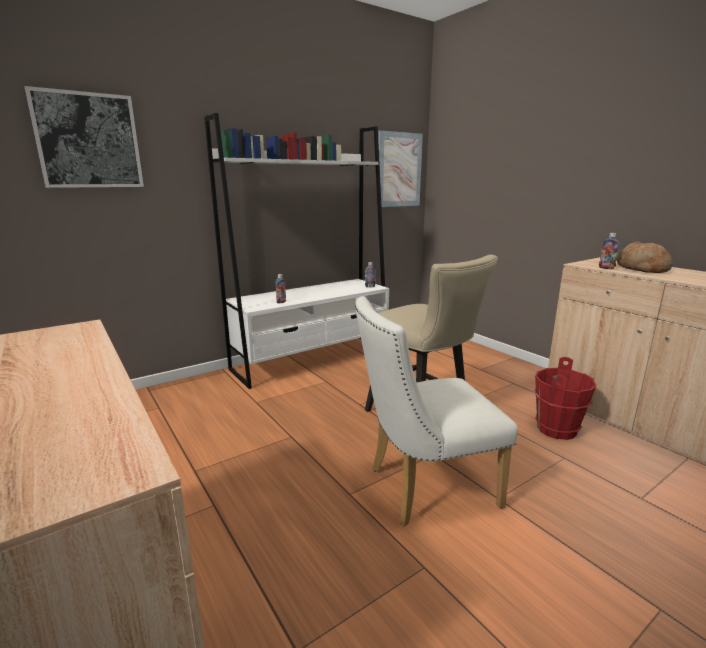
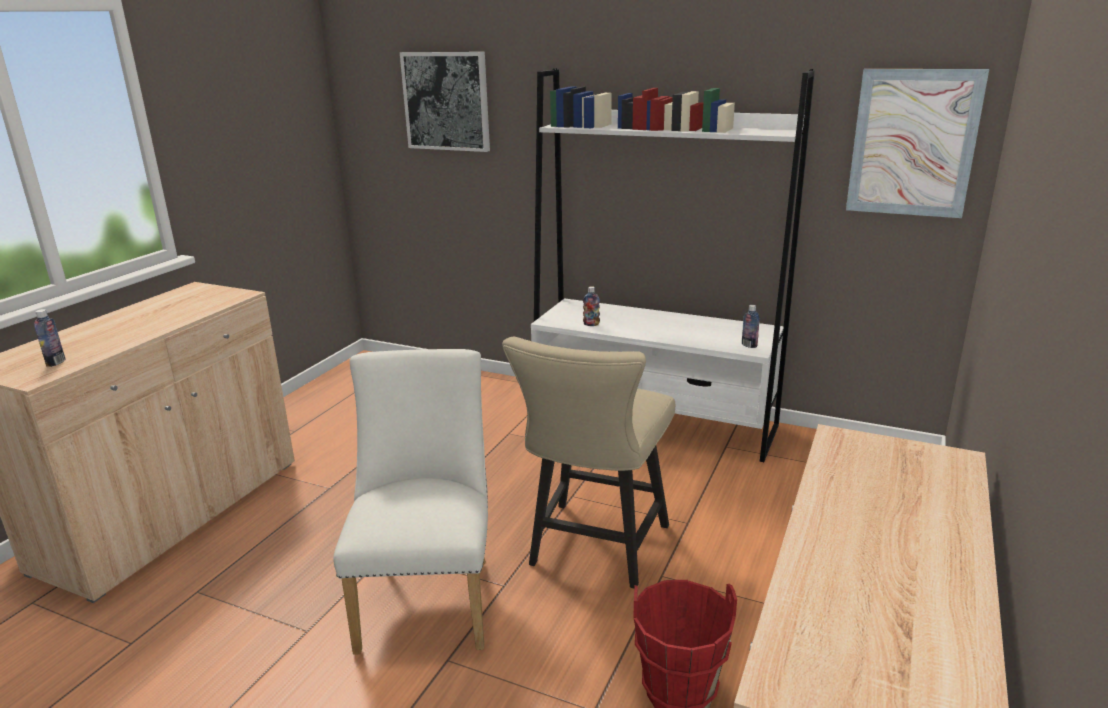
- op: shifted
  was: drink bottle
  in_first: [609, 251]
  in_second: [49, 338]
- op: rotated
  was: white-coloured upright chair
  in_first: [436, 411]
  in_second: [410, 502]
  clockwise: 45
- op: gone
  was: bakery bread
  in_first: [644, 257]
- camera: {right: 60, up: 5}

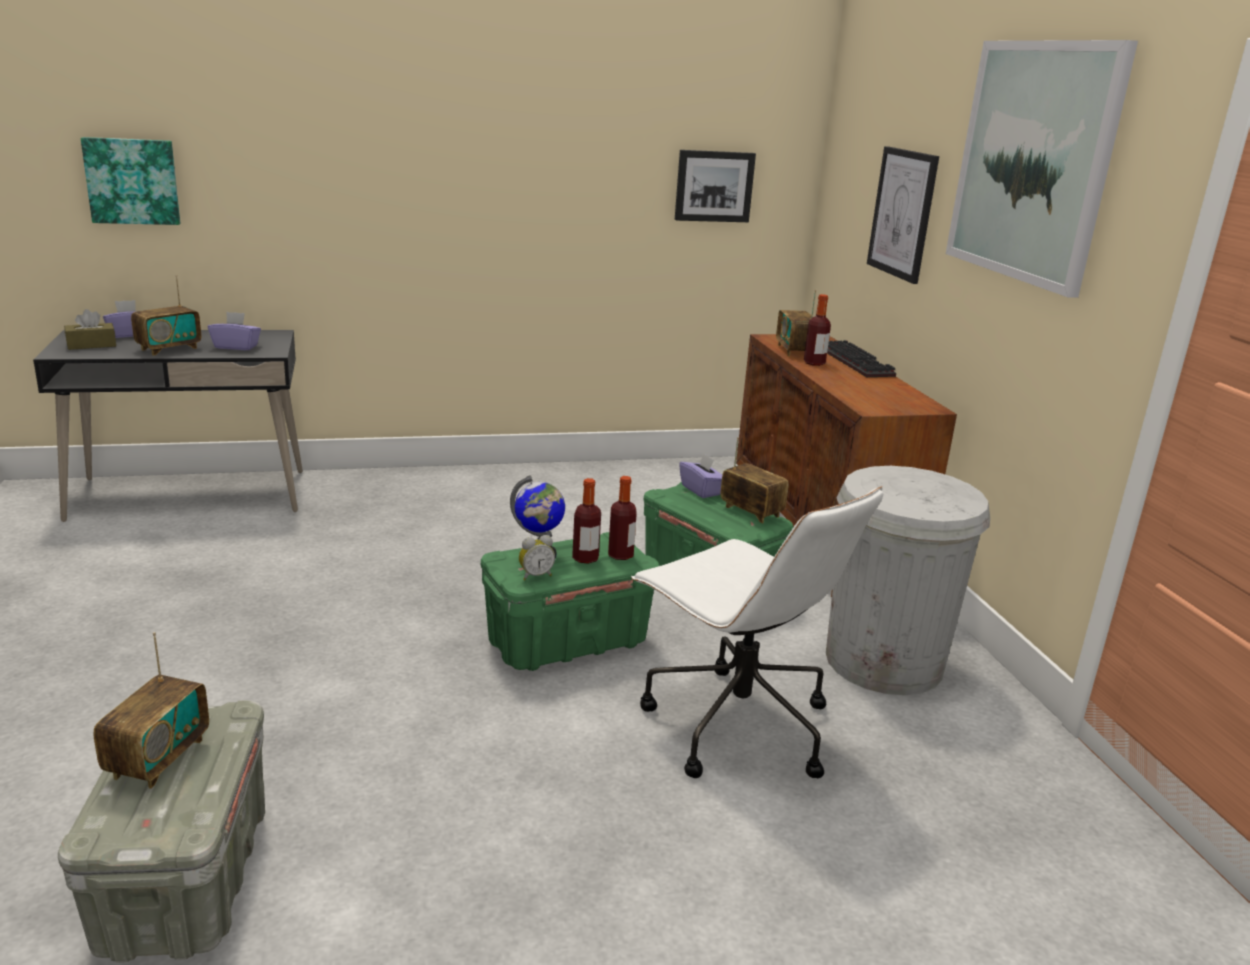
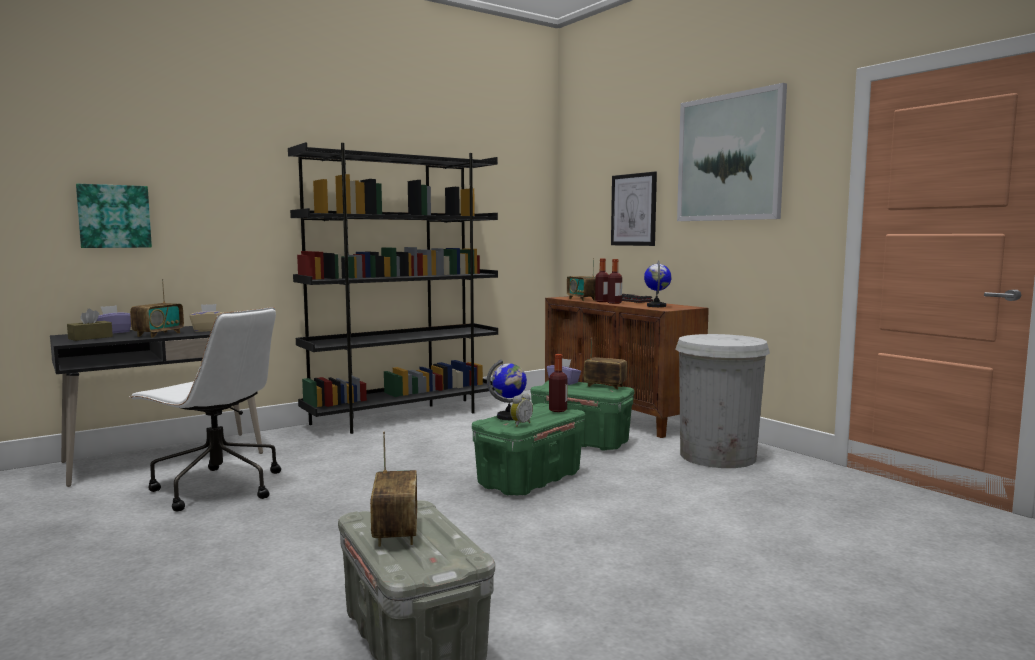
- op: shifted
  was: white-coloured desk chair
  in_first: [757, 632]
  in_second: [205, 409]
- op: repainted
  was: purple tissue box
  now: beige tissue box
  in_first: [234, 331]
  in_second: [206, 318]
- op: new
  now: black-coloured bookshelf
  in_second: [393, 288]
- op: shifted
  was: drink bottle
  in_first: [586, 521]
  in_second: [614, 281]
- op: new
  now: world globe
  in_second: [658, 284]
- op: gone
  was: picture
  in_first: [715, 186]
- camera: {right: -20, up: -15}

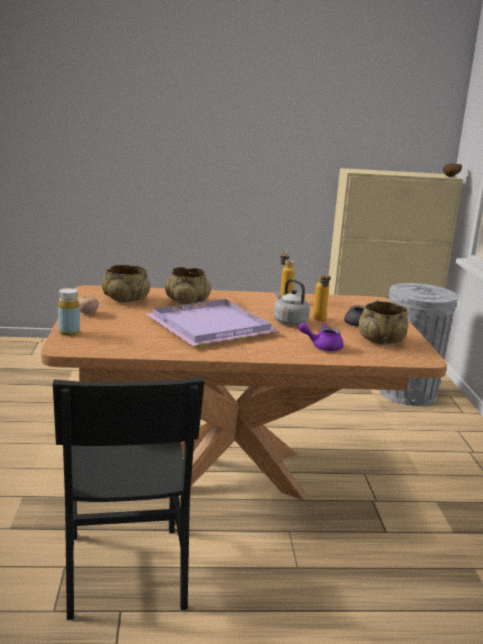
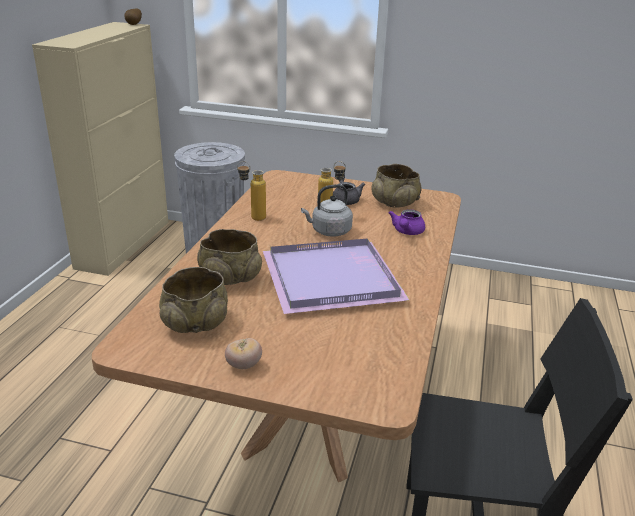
- op: gone
  was: yellow-coloured drink bottle
  in_first: [69, 312]
- camera: {right: -70, up: 10}

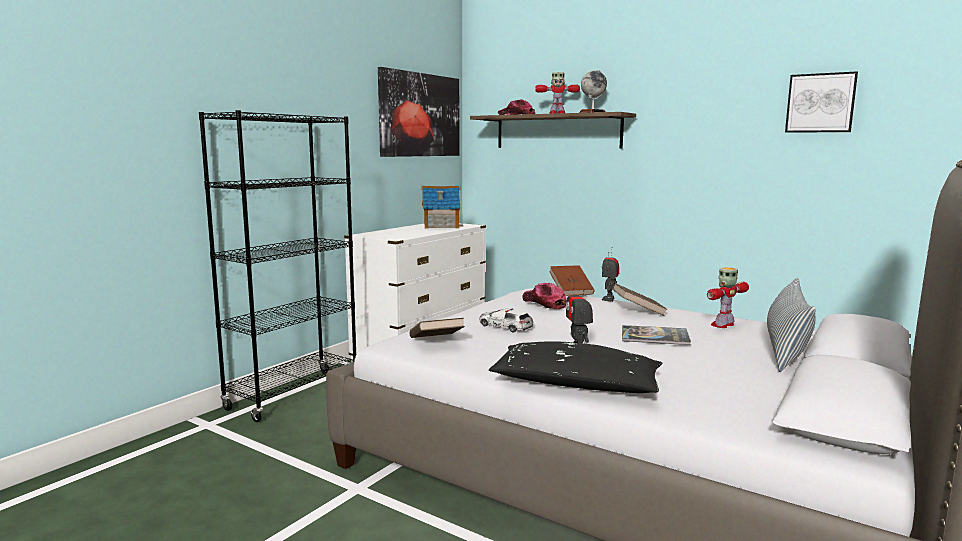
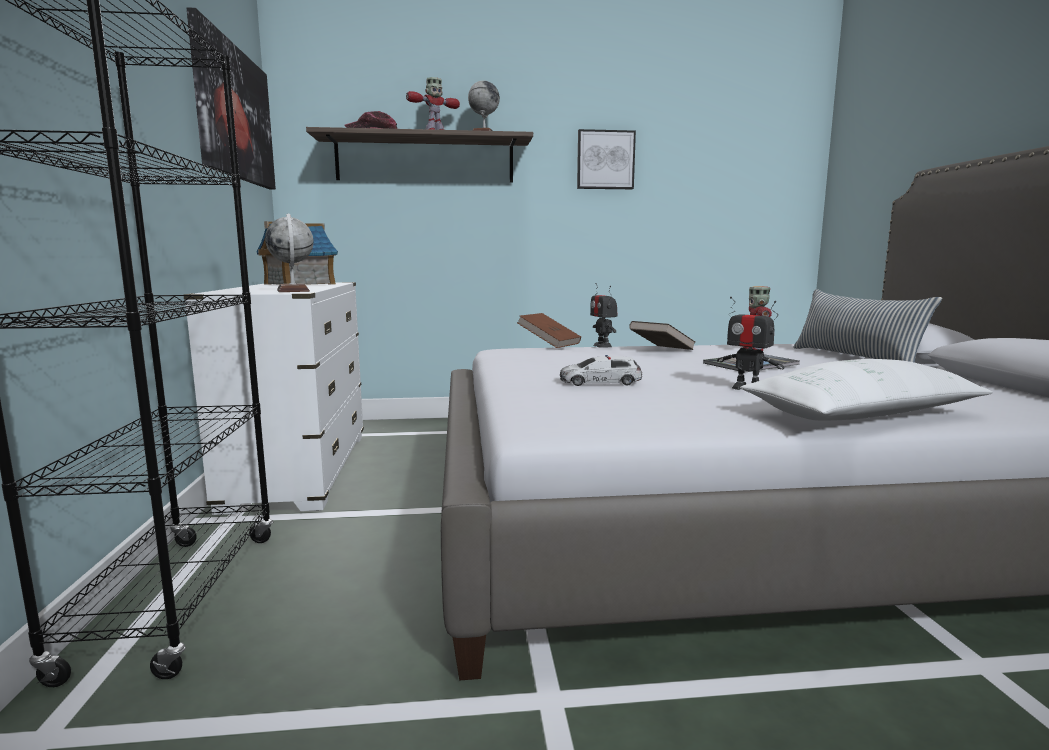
- op: new
  now: world globe
  in_second: [289, 253]
- op: shifted
  was: picture
  in_first: [821, 102]
  in_second: [606, 159]
- op: repainted
  was: black-coloured cushion
  now: white-coloured cushion
  in_first: [576, 367]
  in_second: [866, 390]
- op: gone
  was: brown book
  in_first: [437, 328]
- op: gone
  was: baseball cap
  in_first: [544, 296]
- camera: {right: -40, up: 0}

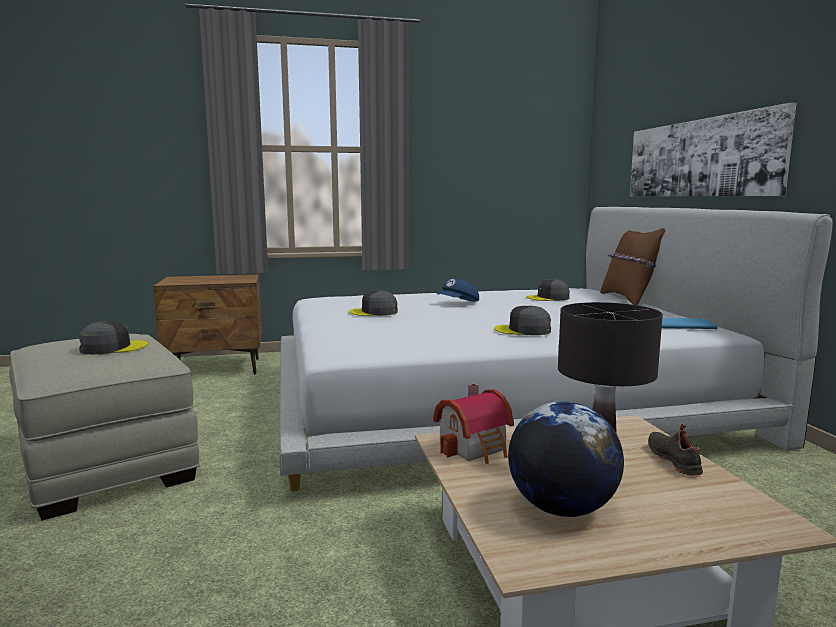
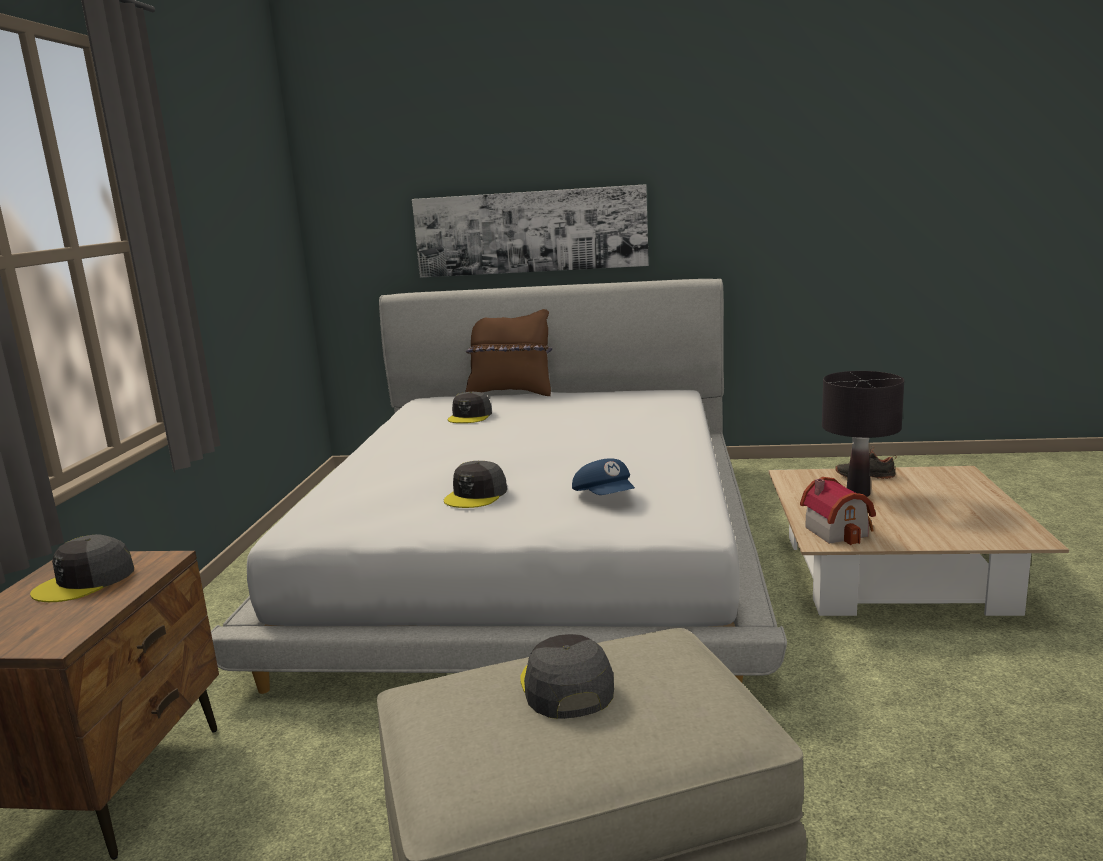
- op: shifted
  was: gray baseball cap
  in_first: [522, 320]
  in_second: [82, 568]
- op: shifted
  was: bluish baseball cap
  in_first: [458, 290]
  in_second: [603, 476]
- op: gone
  was: world globe
  in_first: [566, 459]
- op: gone
  was: bluish book
  in_first: [690, 323]
- camera: {right: -70, up: 5}

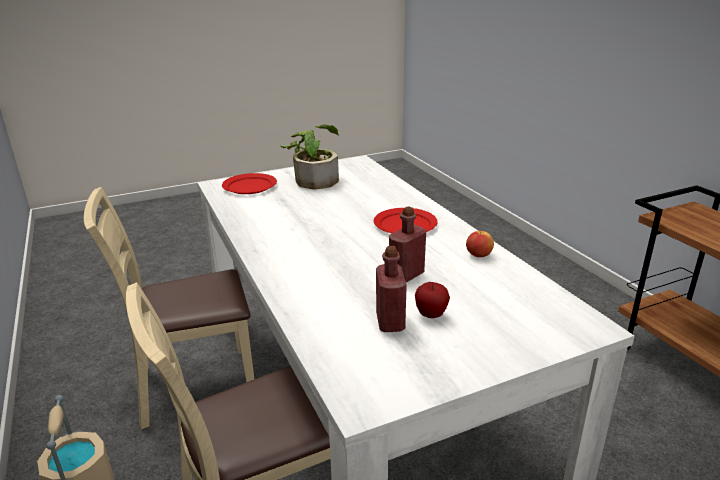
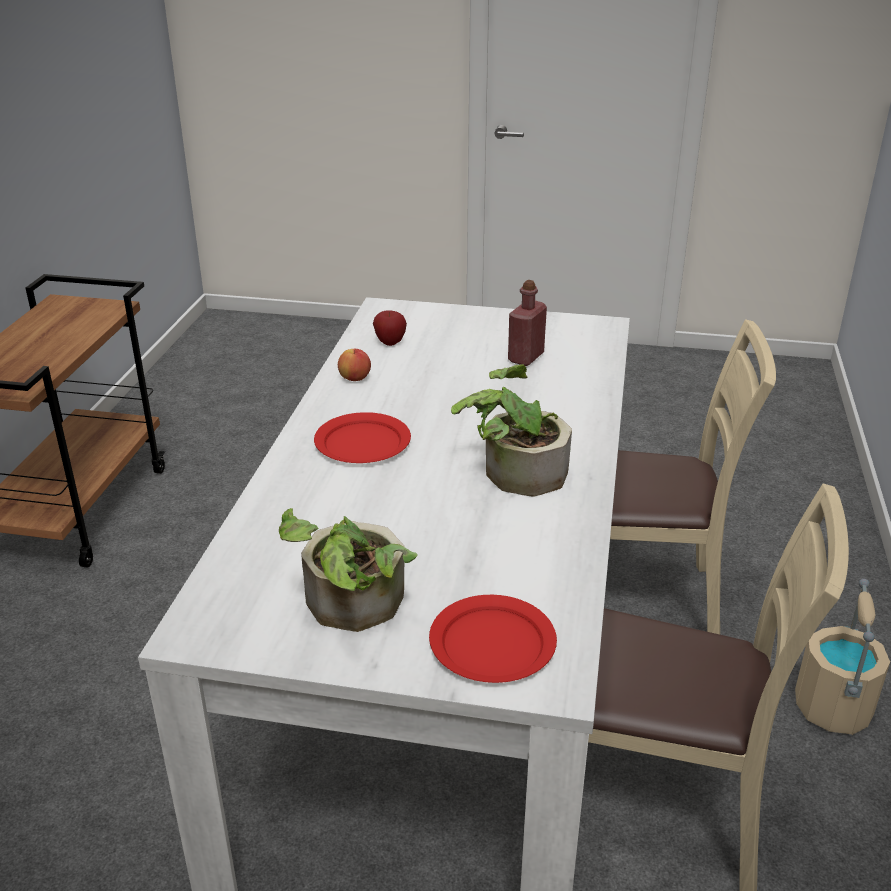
- op: shifted
  was: whole apple
  in_first: [432, 300]
  in_second: [390, 328]
- op: new
  now: plant in a pot
  in_second: [511, 430]
- op: gone
  was: red-coloured drink bottle
  in_first: [407, 245]
- camera: {right: -145, up: 5}

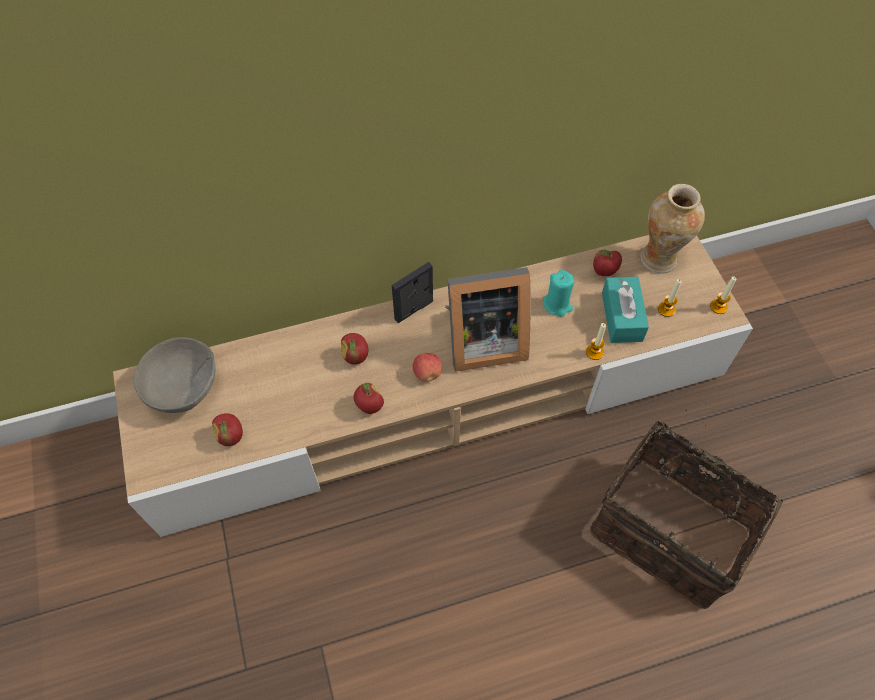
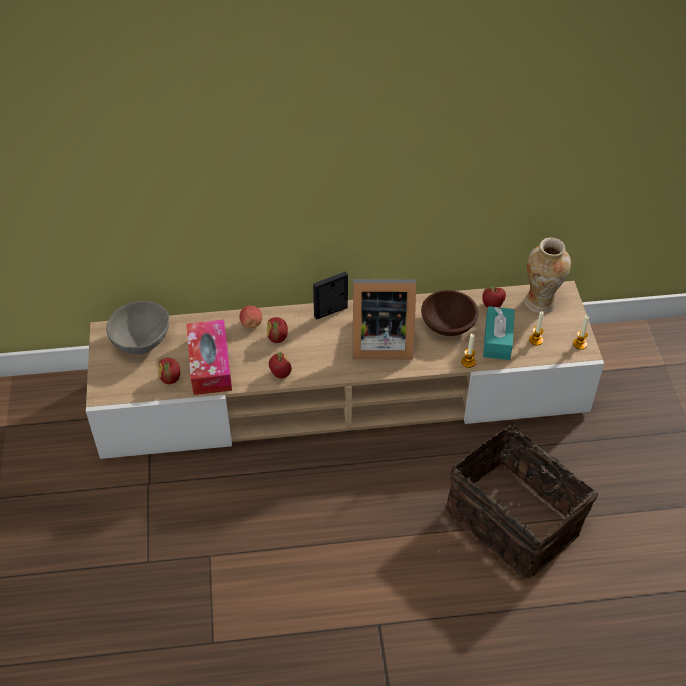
- op: new
  now: tissue box
  in_second: [209, 357]
- op: shifted
  was: whole apple
  in_first: [427, 367]
  in_second: [250, 317]
- op: swapped
  was: blue-green candle
  now: brown serving bowl
  in_first: [558, 293]
  in_second: [450, 313]
- camera: {right: 10, up: -10}

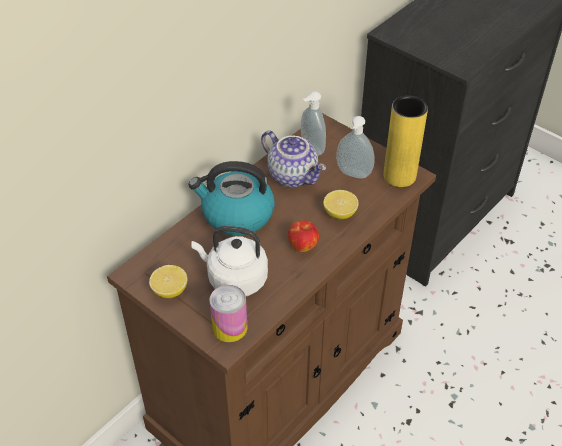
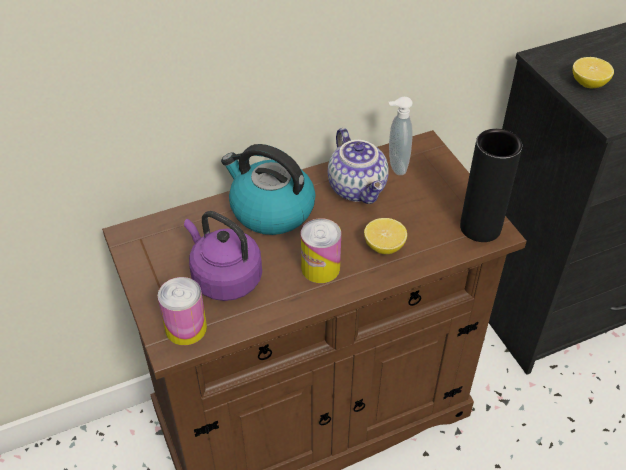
- op: repainted
  was: white-coloured tea kettle
  now: purple tea kettle
  in_first: [229, 261]
  in_second: [223, 256]
- op: swapped
  was: whole apple
  now: sealed can
  in_first: [303, 236]
  in_second: [321, 250]
- op: repainted
  was: yellow-coloured flower vase
  now: black-coloured flower vase
  in_first: [406, 141]
  in_second: [491, 185]
- op: shifted
  was: citrus fruit
  in_first: [168, 281]
  in_second: [593, 72]
- op: gone
  was: liquid soap bottle
  in_first: [355, 147]
- camera: {right: 25, up: 0}

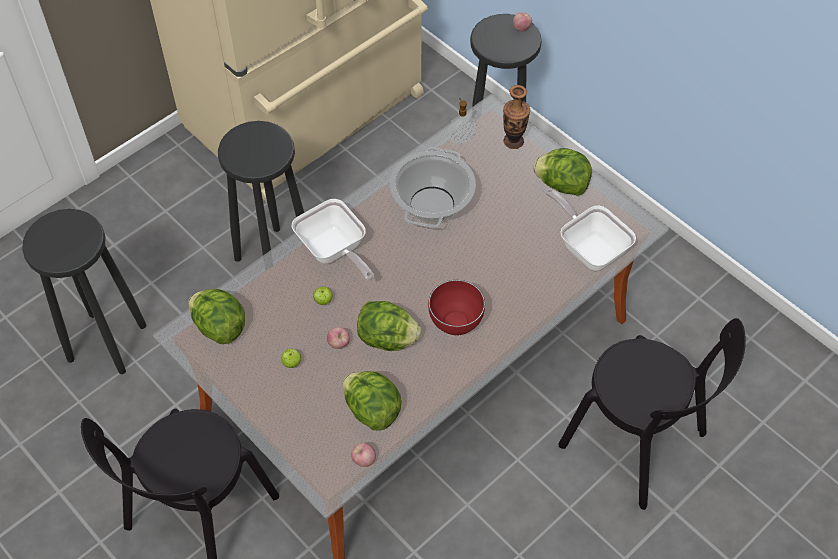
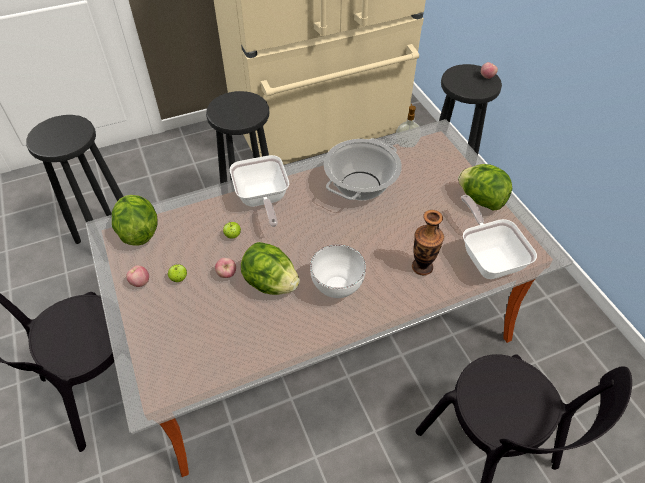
- op: shifted
  was: whole apple
  in_first: [363, 455]
  in_second: [138, 276]
- op: repainted
  was: red-coloured serving bowl
  now: white-coloured serving bowl
  in_first: [456, 307]
  in_second: [338, 271]
- op: shifted
  was: flower vase
  in_first: [516, 117]
  in_second: [428, 242]
- op: gone
  was: lettuce
  in_first: [371, 400]
- camera: {right: 20, up: -5}

